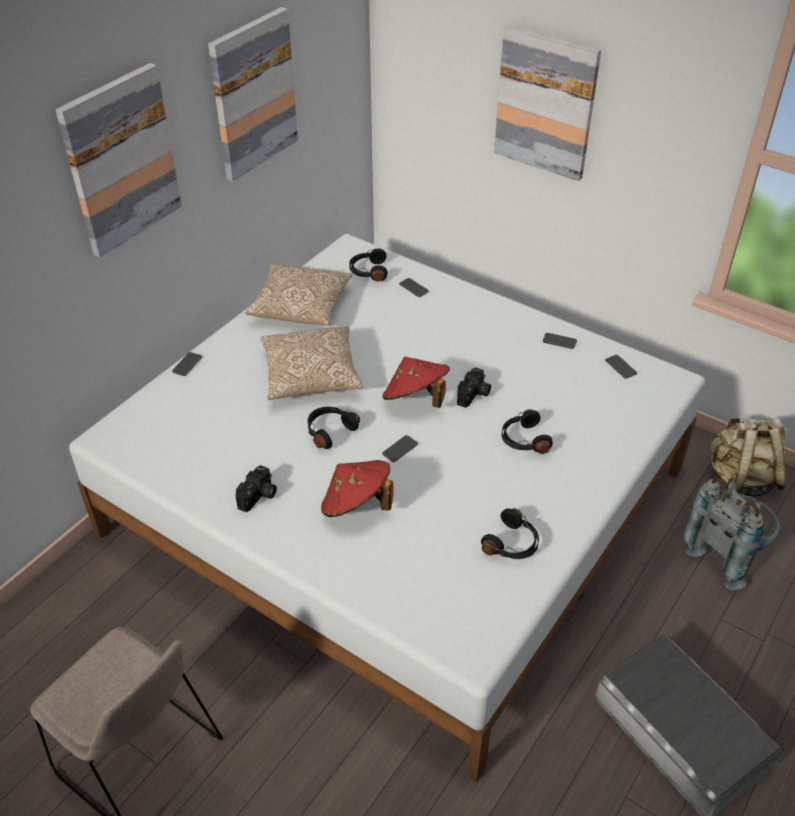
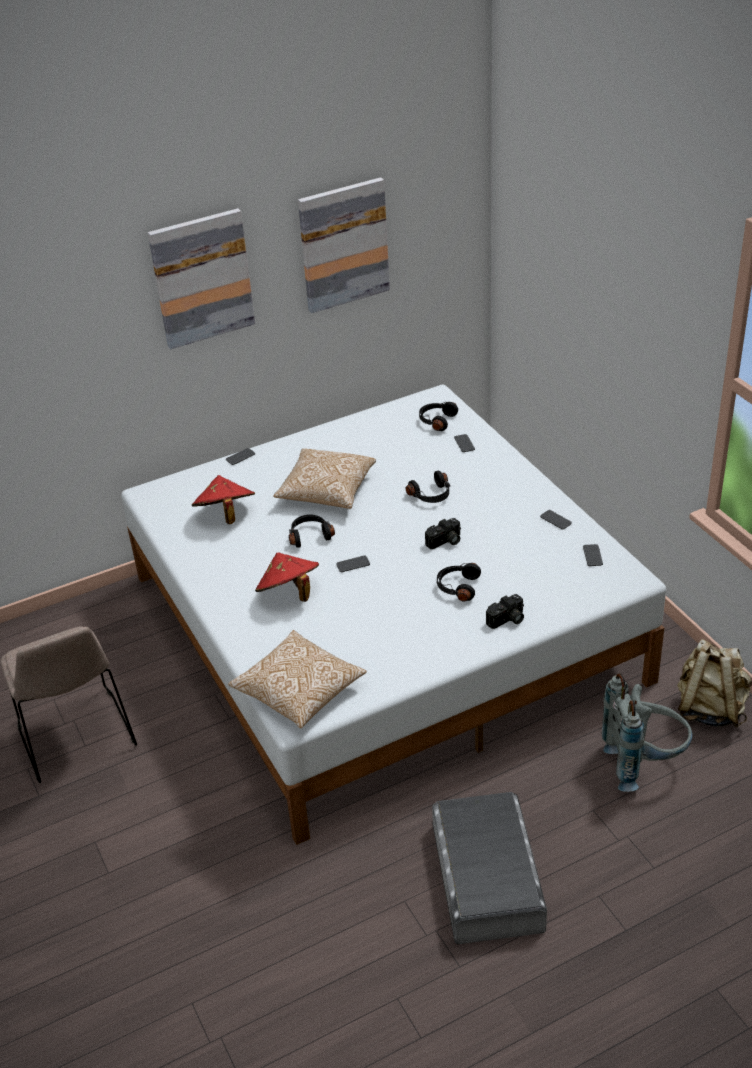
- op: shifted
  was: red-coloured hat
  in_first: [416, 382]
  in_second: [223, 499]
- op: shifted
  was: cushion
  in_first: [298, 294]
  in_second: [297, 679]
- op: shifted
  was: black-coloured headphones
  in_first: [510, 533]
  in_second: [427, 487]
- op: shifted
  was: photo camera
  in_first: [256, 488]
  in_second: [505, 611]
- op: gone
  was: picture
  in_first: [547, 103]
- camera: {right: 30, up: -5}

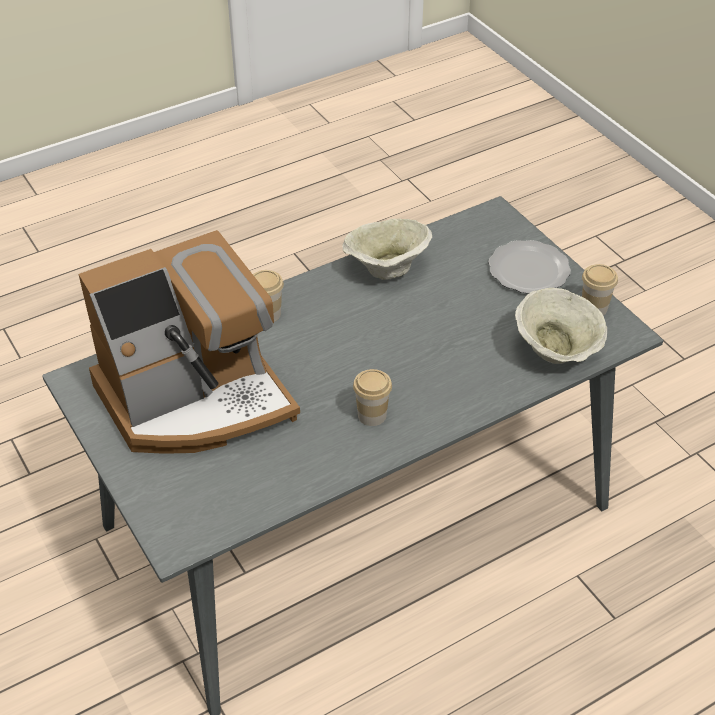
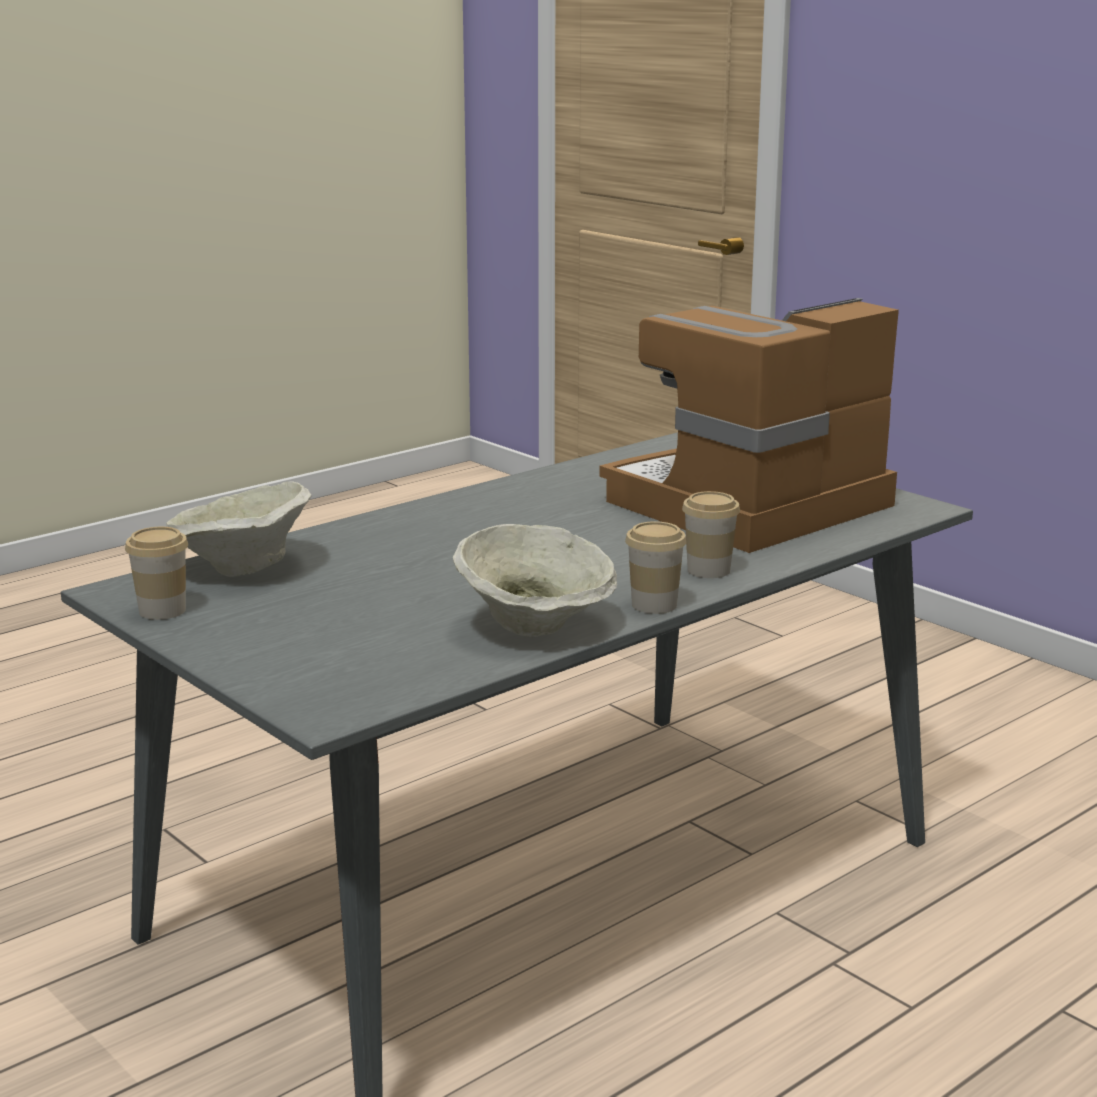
- op: shifted
  was: drinking cup
  in_first: [372, 397]
  in_second: [656, 567]
- op: gone
  was: dinner plate
  in_first: [529, 267]
- camera: {right: 170, up: -25}

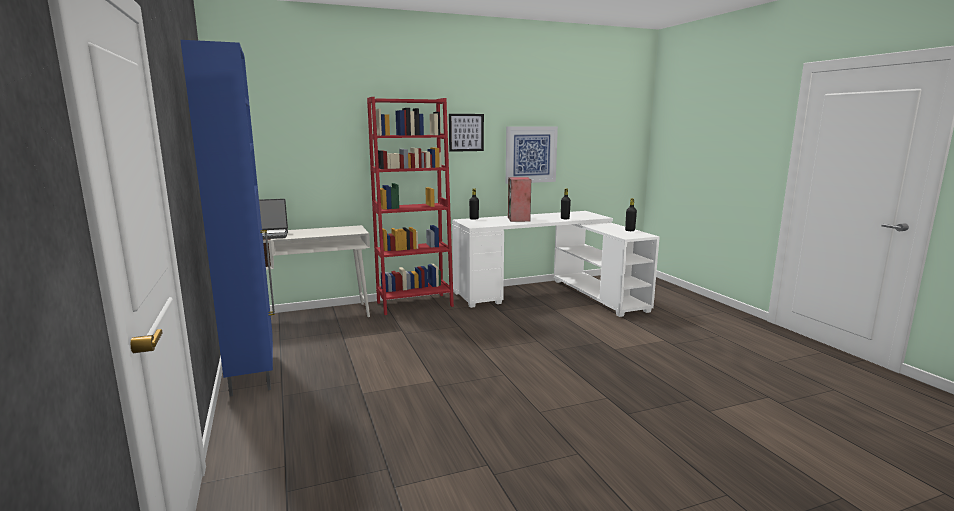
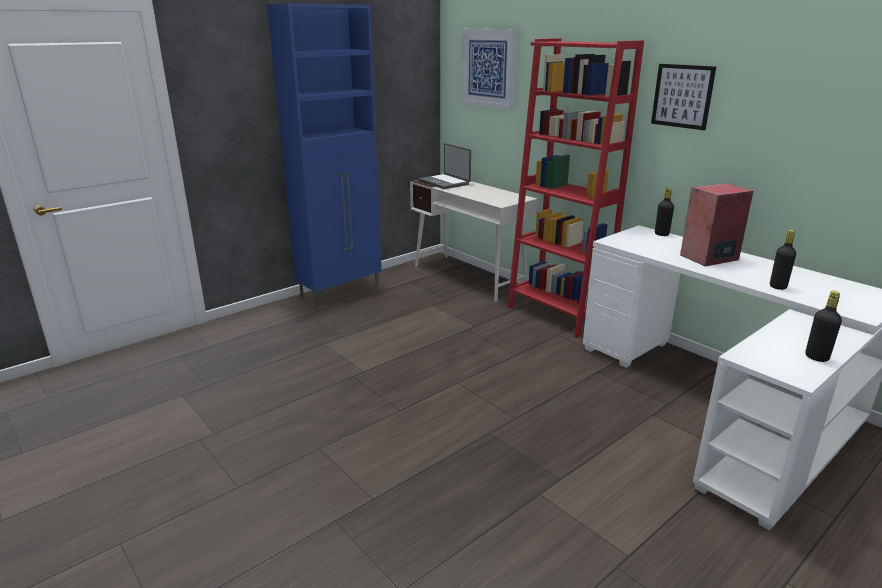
- op: shifted
  was: picture
  in_first: [532, 155]
  in_second: [489, 69]
- camera: {right: 70, up: 10}

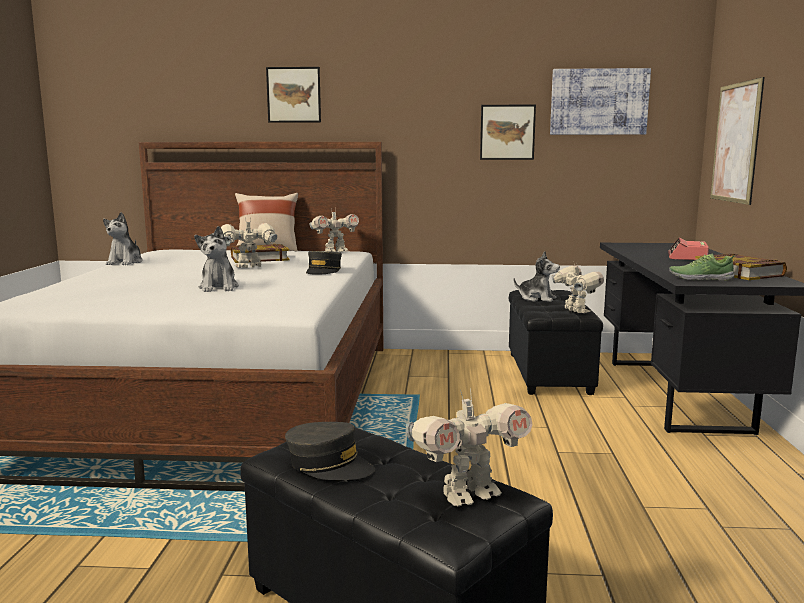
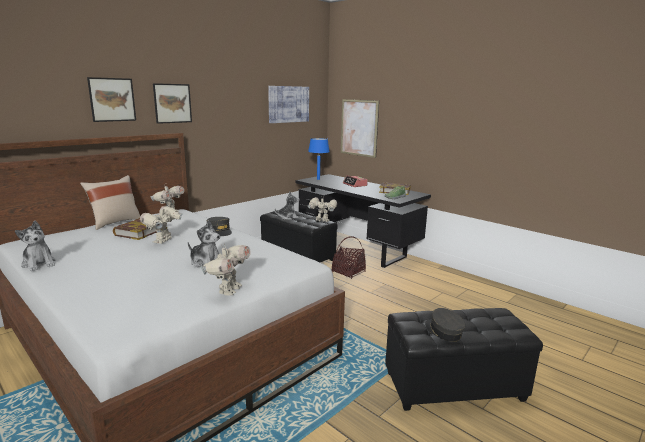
- op: shifted
  was: picture
  in_first: [508, 132]
  in_second: [172, 103]
- op: shifted
  was: model robot
  in_first: [469, 447]
  in_second: [226, 270]
- op: new
  now: bluish tabletop lamp
  in_second: [319, 159]
- op: new
  now: storage basket
  in_second: [349, 257]
- op: rotated
  was: gray baseball cap
  in_first: [330, 451]
  in_second: [445, 325]
  clockwise: -90
- camera: {right: -50, up: 5}

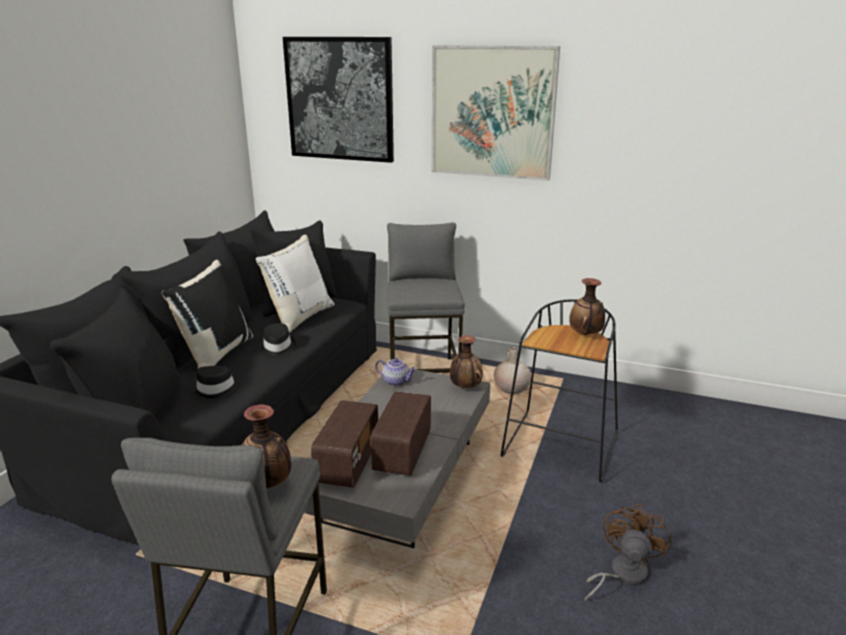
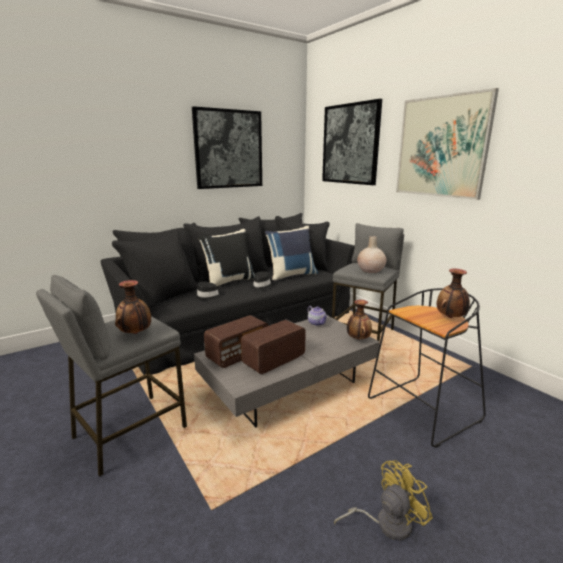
- op: new
  now: picture
  in_second: [227, 147]
- op: repainted
  was: white-coloured cushion
  now: bluish cushion
  in_first: [295, 283]
  in_second: [291, 254]
- op: repainted
  was: brown cooling fan
  now: yellow-coloured cooling fan
  in_first: [628, 552]
  in_second: [383, 500]
- op: shifted
  was: beige flower vase
  in_first: [512, 370]
  in_second: [372, 254]
- camera: {right: 35, up: -5}

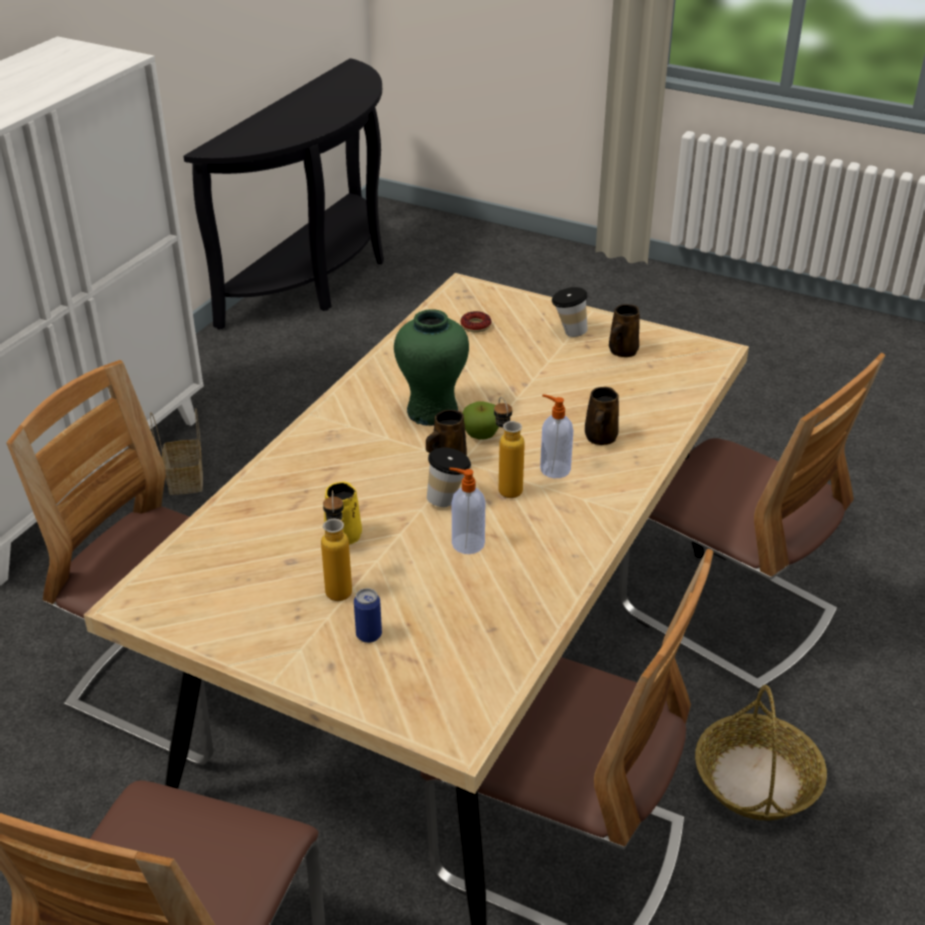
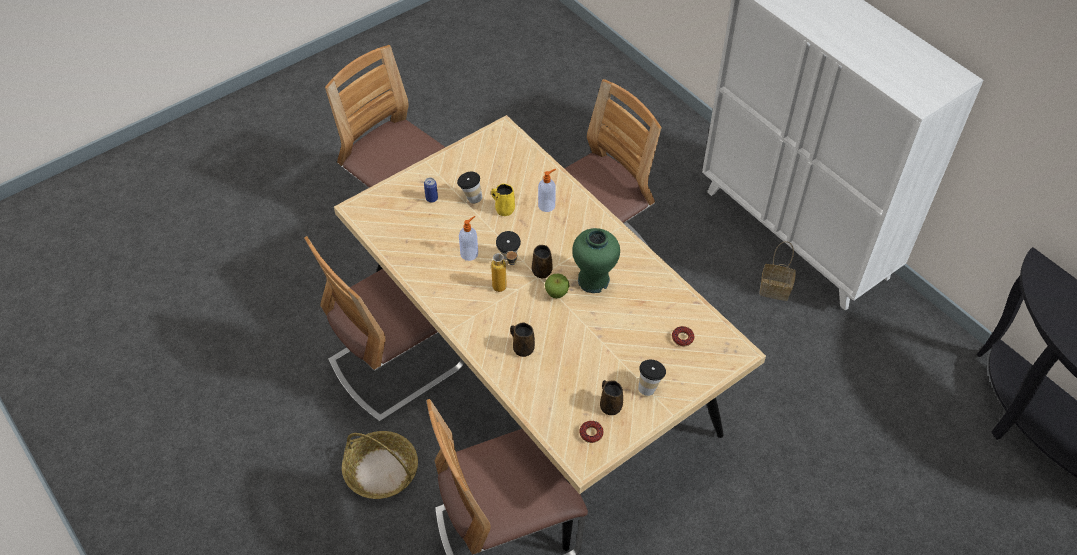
- op: swapped
  was: drink bottle
  now: drinking cup
  in_first: [336, 545]
  in_second: [469, 188]
- op: shifted
  was: liquid soap bottle
  in_first: [556, 436]
  in_second: [547, 190]
- op: new
  now: ring doughnut
  in_second: [591, 432]
- camera: {right: 115, up: 15}

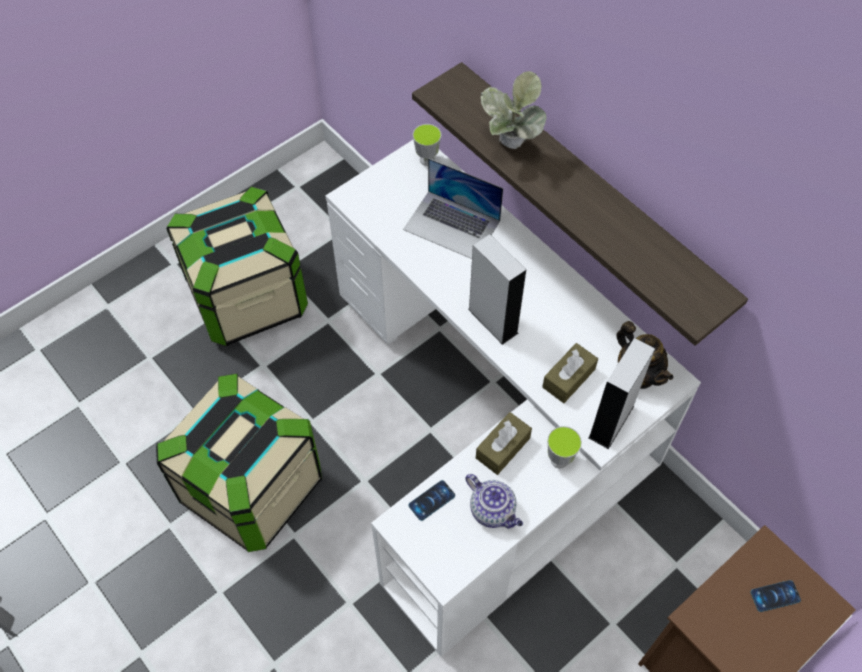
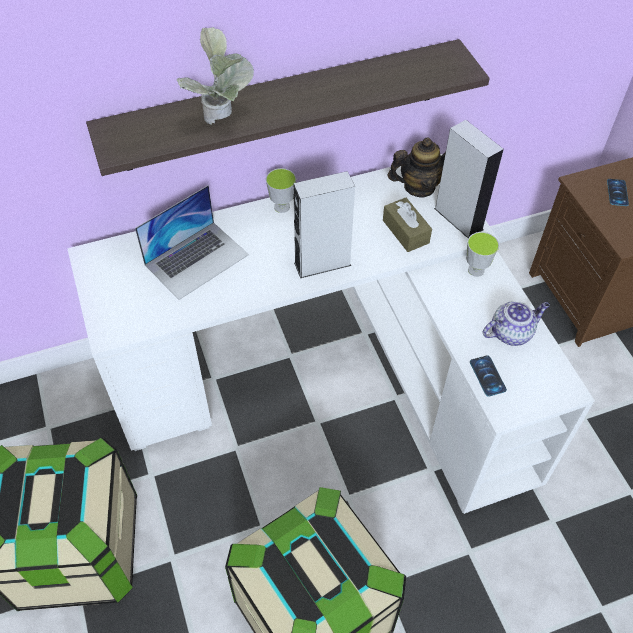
- op: shifted
  was: drinking cup
  in_first: [427, 145]
  in_second: [281, 190]
- op: gone
  was: brown tissue box
  in_first: [504, 443]
- camera: {right: -70, up: -5}

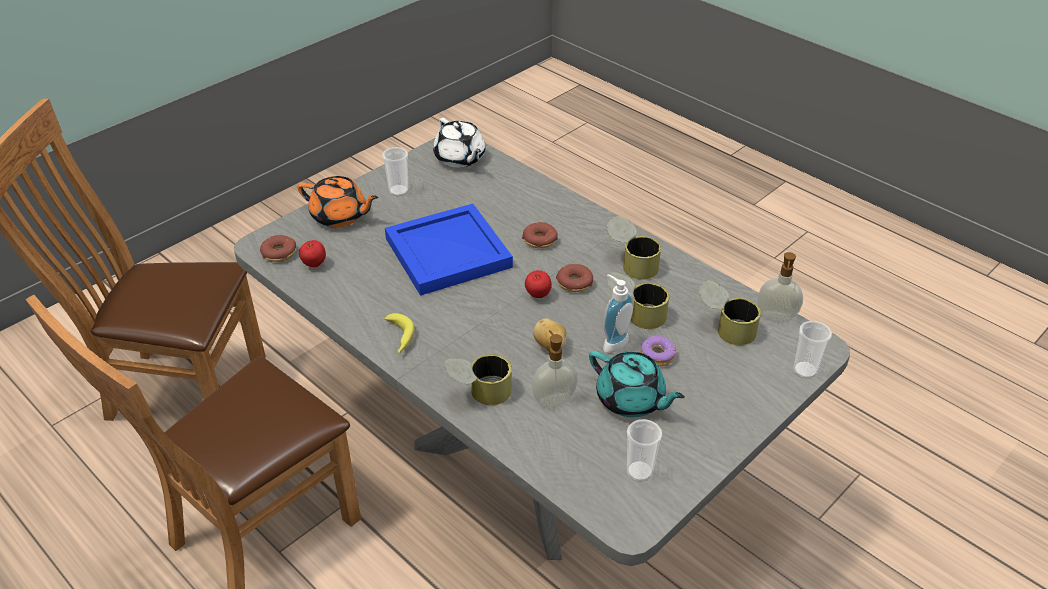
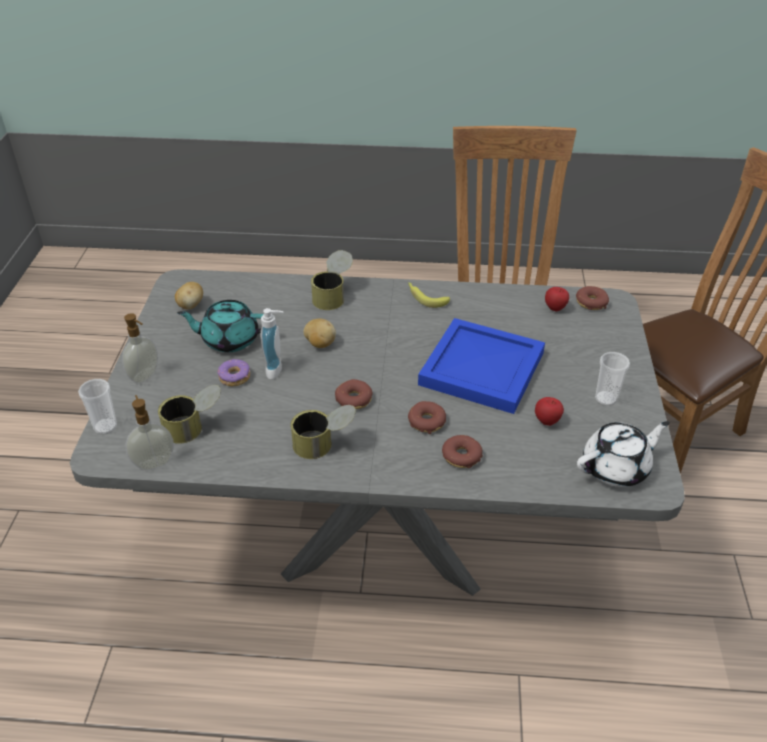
- op: shifted
  was: liquid soap bottle
  in_first: [555, 369]
  in_second: [140, 348]
- op: swapped
  was: drinking cup
  now: whole potato
  in_first: [644, 450]
  in_second: [189, 295]
- op: new
  now: ring doughnut
  in_second: [462, 451]
- op: shifted
  was: whole apple
  in_first: [538, 284]
  in_second: [549, 411]
- op: rotated
  was: white-coloured tea pot
  in_first: [459, 143]
  in_second: [623, 454]
  clockwise: 135
- op: gone
  was: orange tea pot
  in_first: [338, 201]
- op: gone
  was: sealed can
  in_first: [638, 300]
- camera: {right: 140, up: 0}

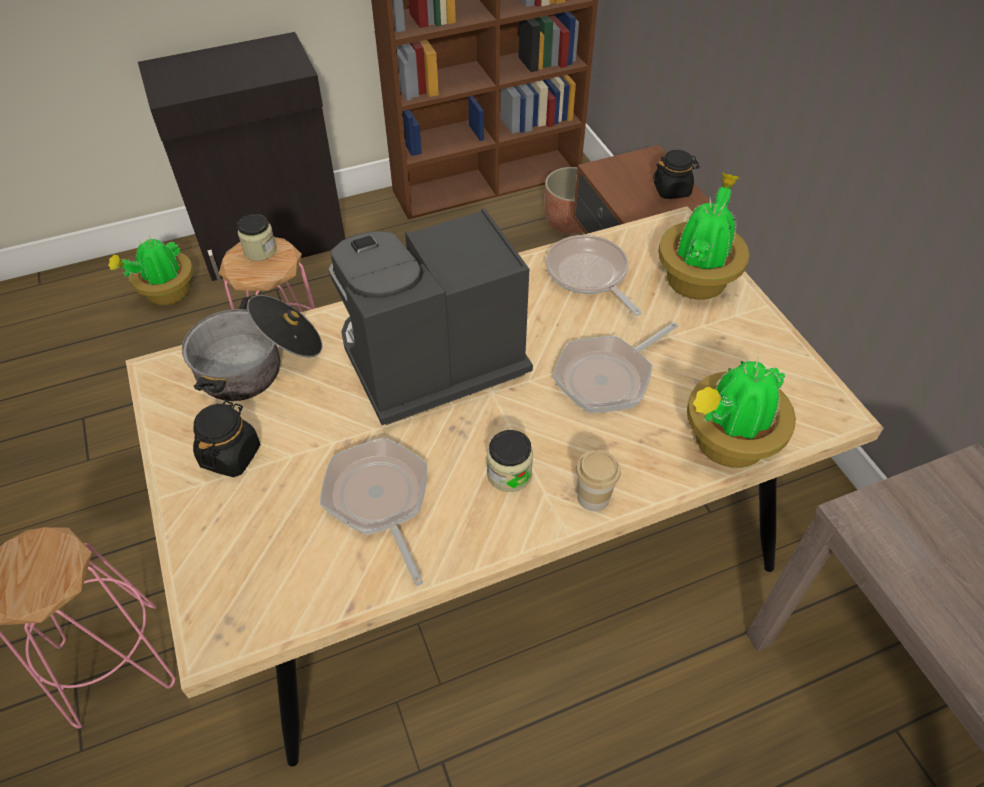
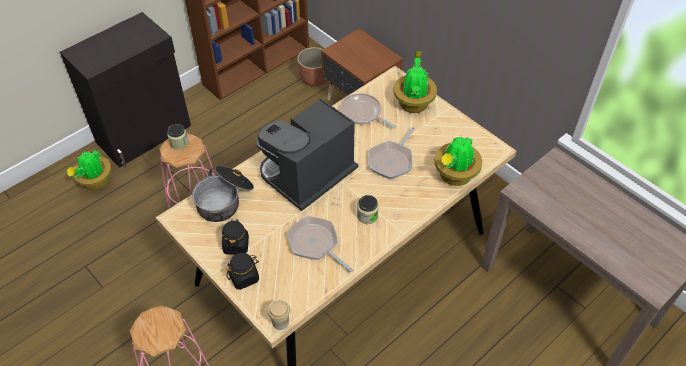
- op: shifted
  was: black-coloured preserve jar
  in_first: [676, 174]
  in_second: [242, 271]
- op: shifted
  was: drinking cup
  in_first: [598, 480]
  in_second: [279, 315]
- camera: {right: -20, up: 0}

